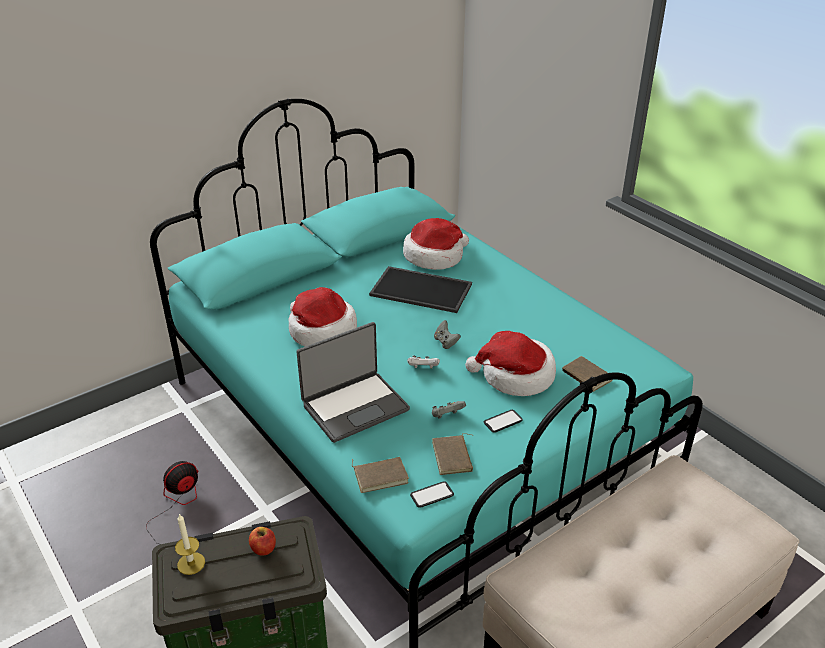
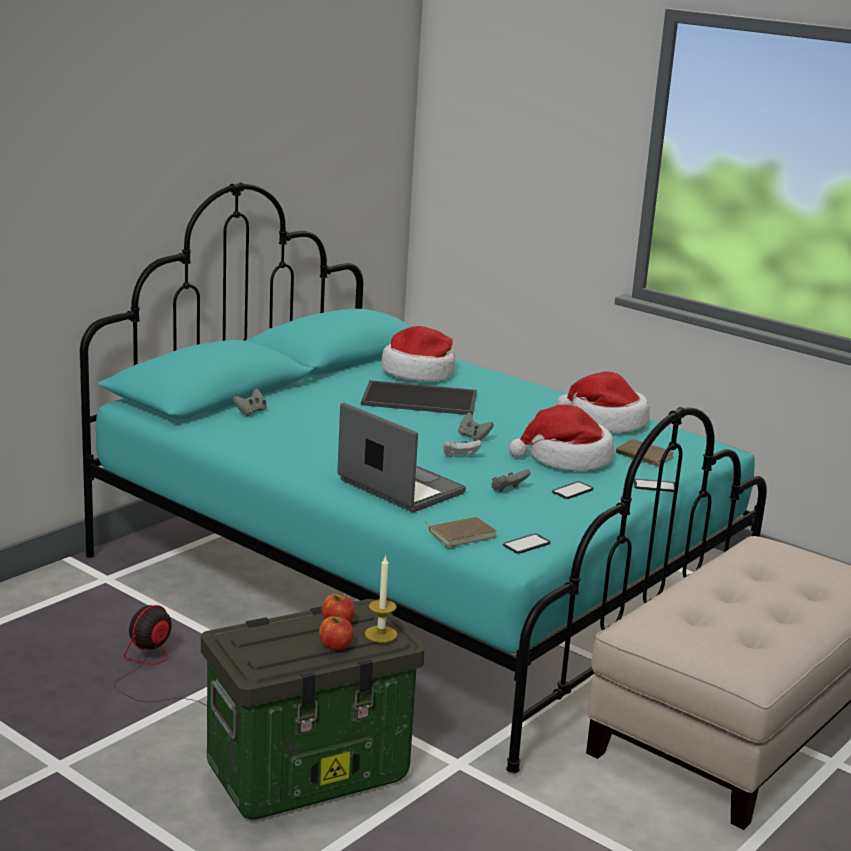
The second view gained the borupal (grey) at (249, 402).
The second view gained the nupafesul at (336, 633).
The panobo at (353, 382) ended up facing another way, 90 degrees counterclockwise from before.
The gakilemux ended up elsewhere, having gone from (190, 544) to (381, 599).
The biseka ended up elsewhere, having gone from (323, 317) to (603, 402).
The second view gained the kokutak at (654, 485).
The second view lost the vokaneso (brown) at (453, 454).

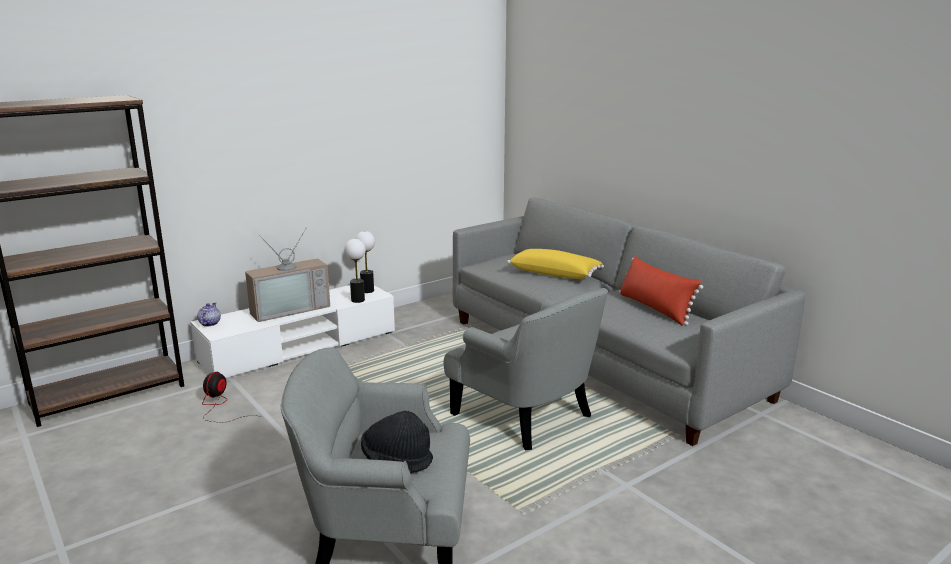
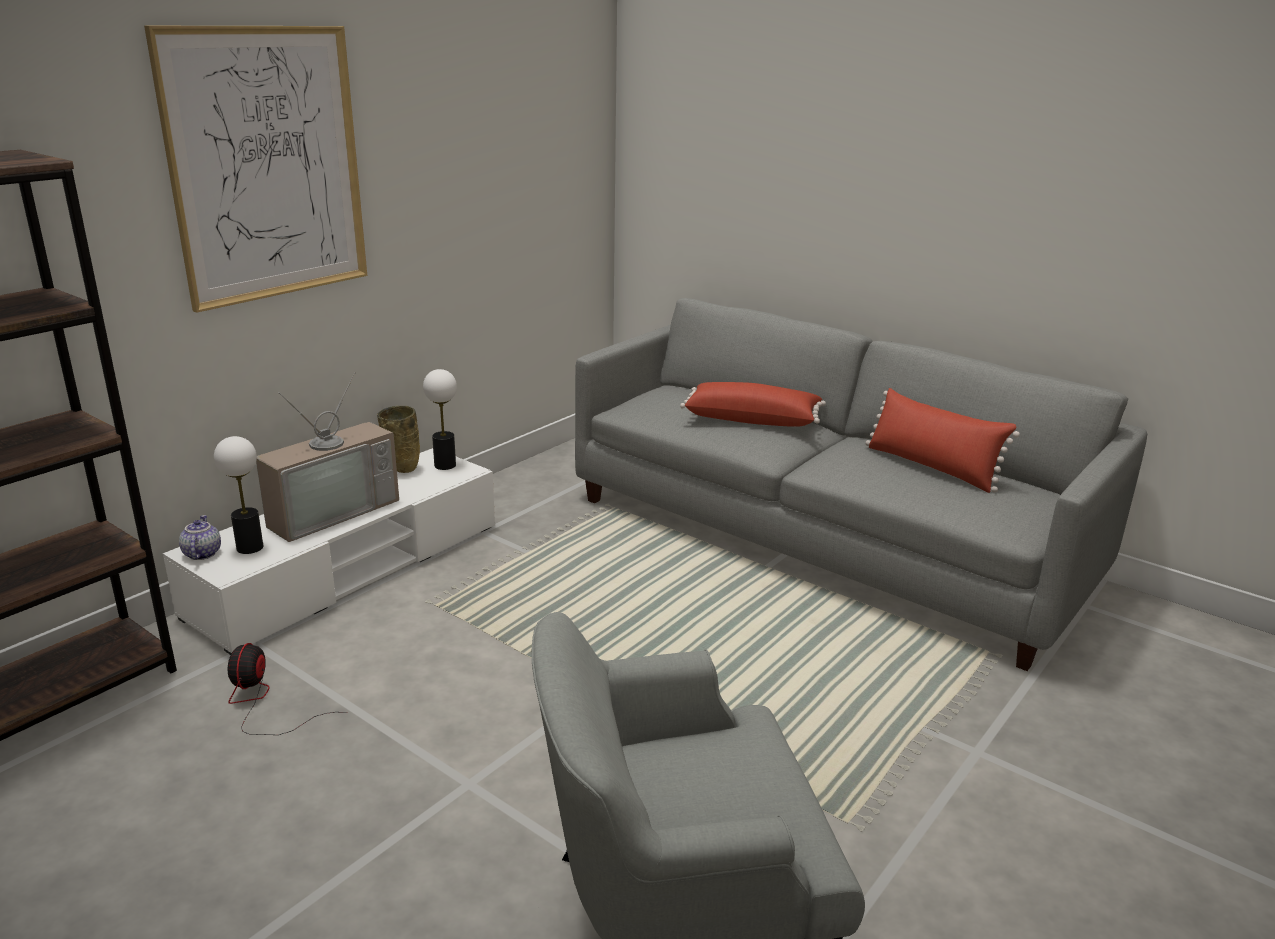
The second view gained the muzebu at (255, 169).
The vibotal ended up elsewhere, having gone from (355, 271) to (238, 495).
The second view gained the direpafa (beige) at (398, 439).
What was the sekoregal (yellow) at (555, 264) turned into the sekoregal (red) at (753, 404).
The second view lost the biseka (black) at (397, 442).
The second view lost the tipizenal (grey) at (526, 369).

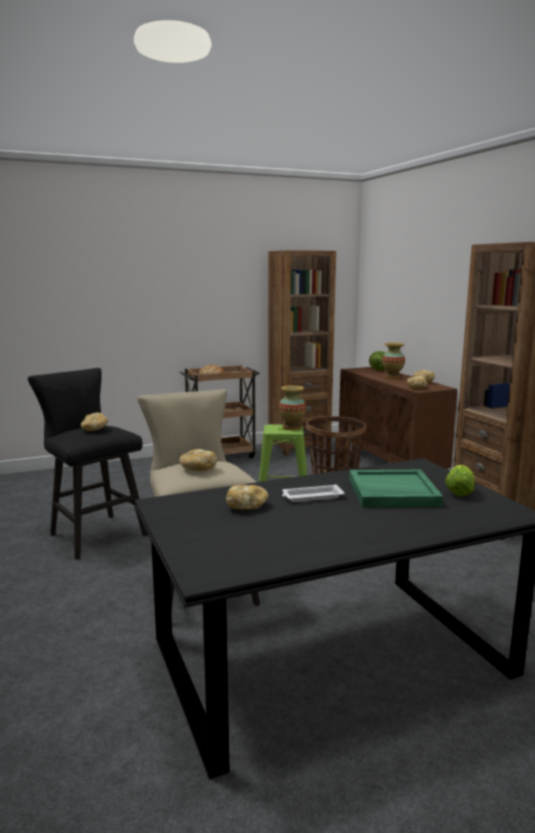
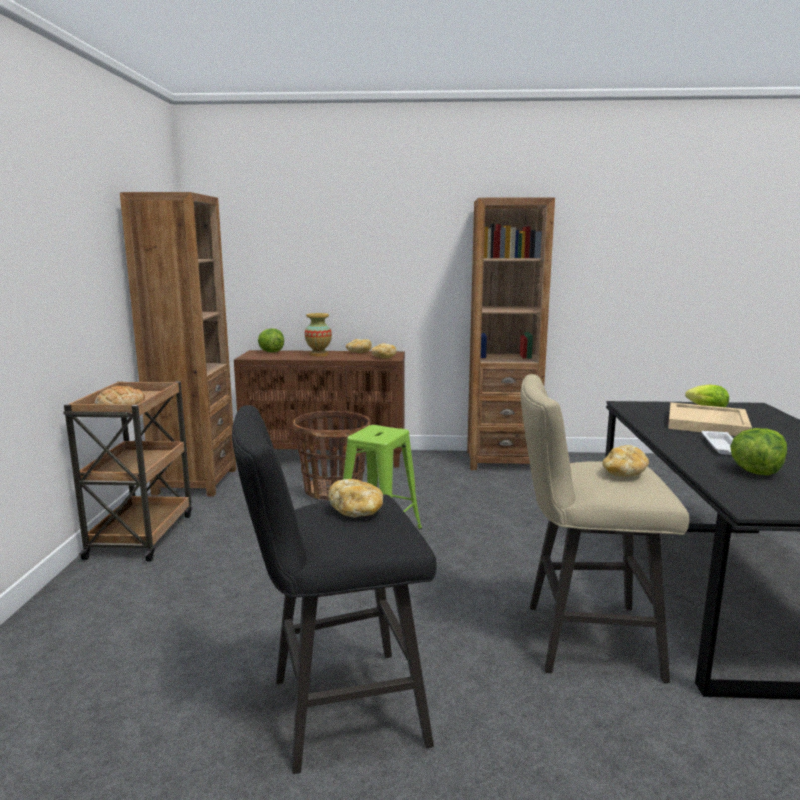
What was the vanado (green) at (396, 489) turned into the vanado (beige) at (710, 419).
Where the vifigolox stood at (247, 497), the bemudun came to stand at (758, 451).
The second view lost the direpafa at (292, 407).

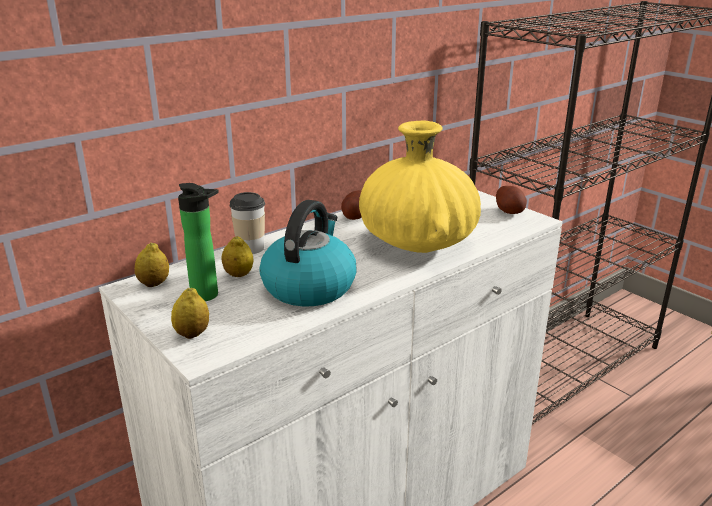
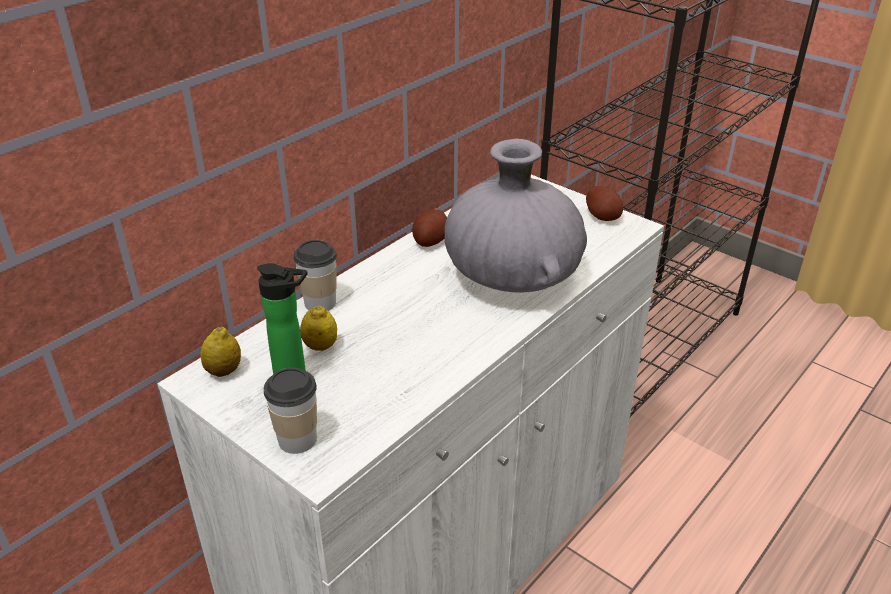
Where the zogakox stood at (190, 313), the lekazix came to stand at (290, 411).
What was the direpafa (yellow) at (420, 187) turned into the direpafa (grey) at (515, 216).
The second view lost the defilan at (308, 253).

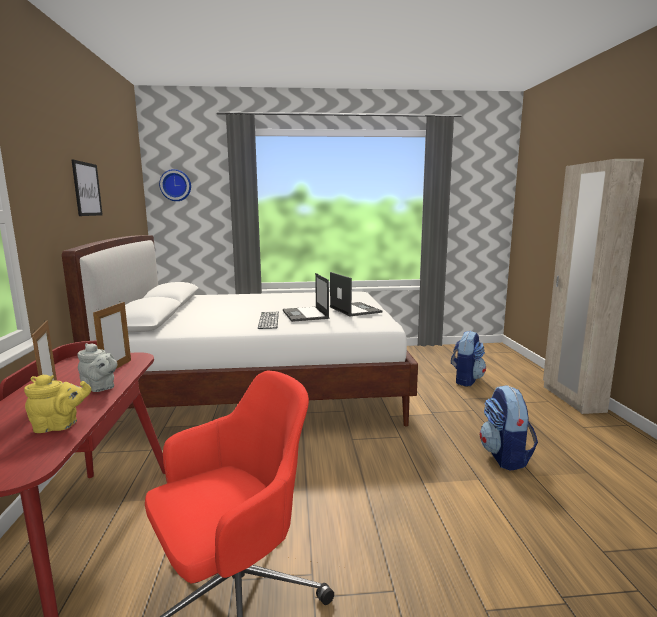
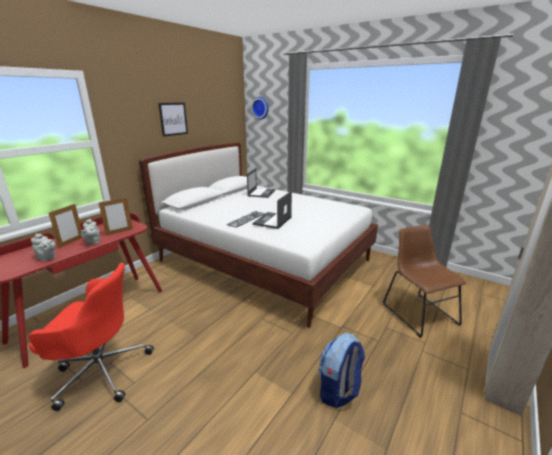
What was the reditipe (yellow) at (57, 404) turned into the reditipe (grey) at (43, 247).
The panobo ended up elsewhere, having gone from (356, 294) to (261, 183).
Where the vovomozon stood at (468, 358), the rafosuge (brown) came to stand at (424, 281).

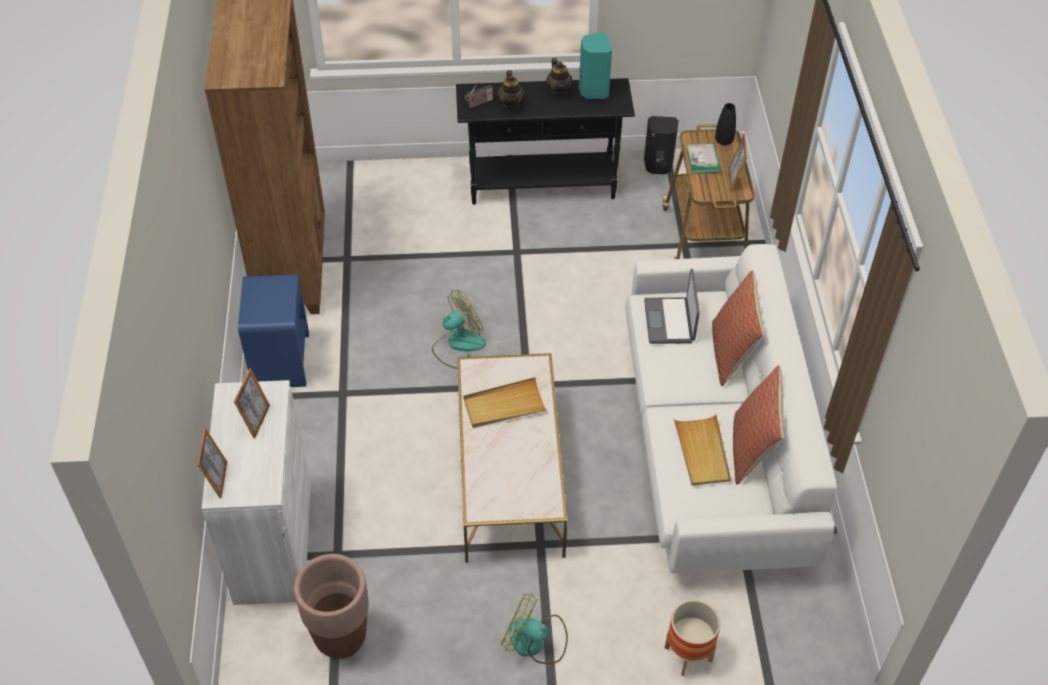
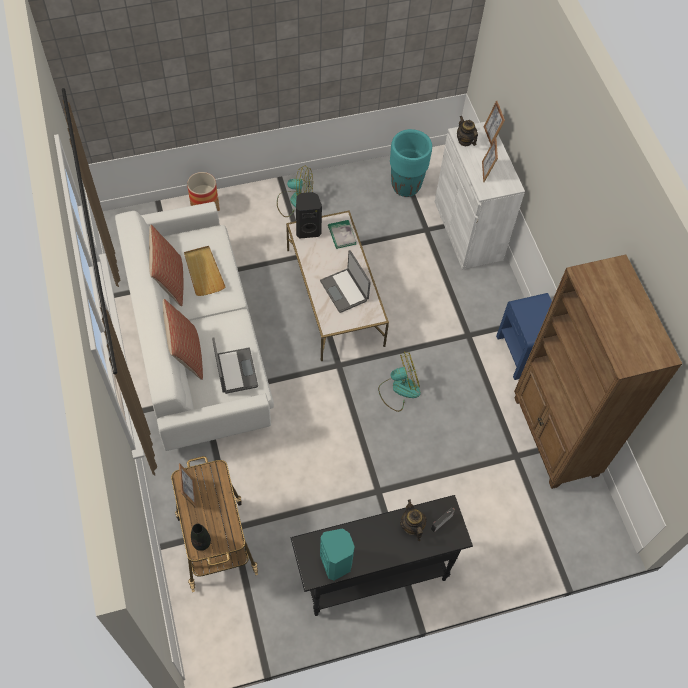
The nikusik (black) ended up elsewhere, having gone from (661, 145) to (309, 215).
Where the vanado (beige) stood at (505, 402), the panobo came to stand at (345, 281).
The vokaneso ended up elsewhere, having gone from (703, 158) to (342, 234).
The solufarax at (459, 329) ended up facing another way, 150 degrees counterclockwise from before.
What was the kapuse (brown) at (331, 606) turned into the kapuse (turquoise) at (411, 163).
The reditipe ended up elsewhere, having gone from (559, 77) to (467, 131).

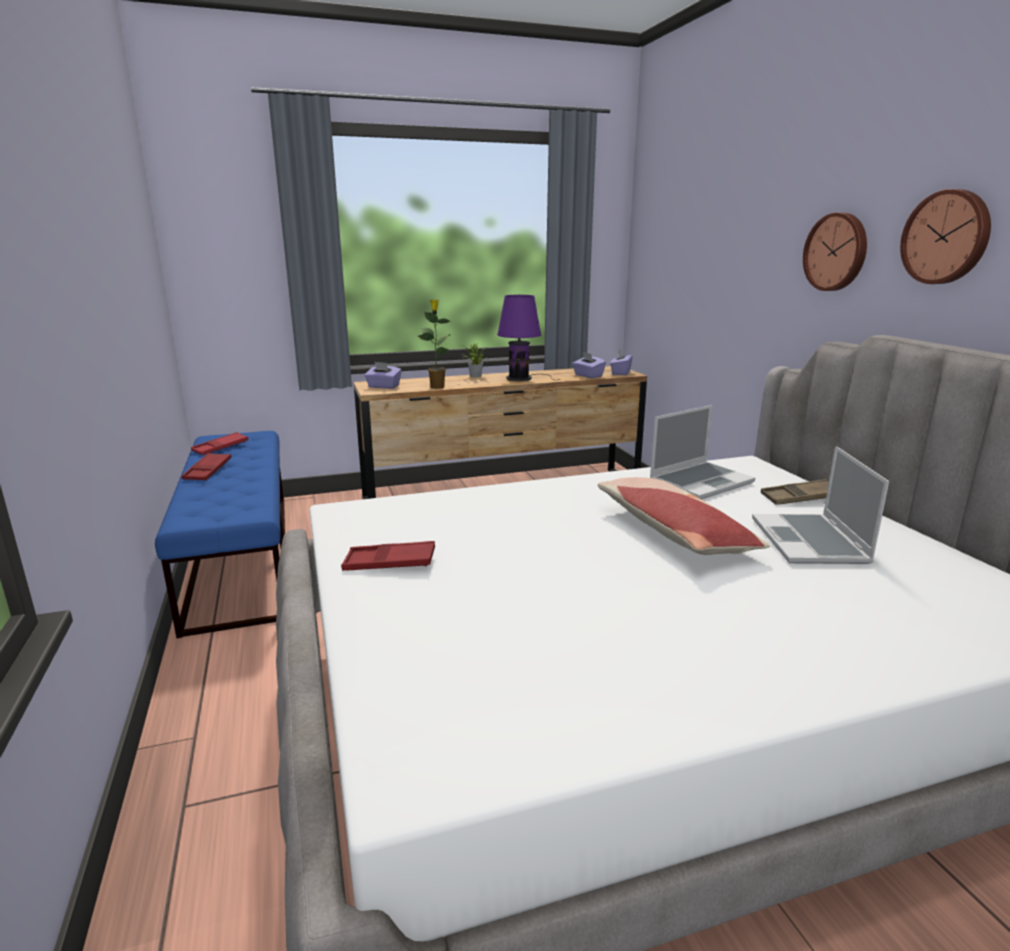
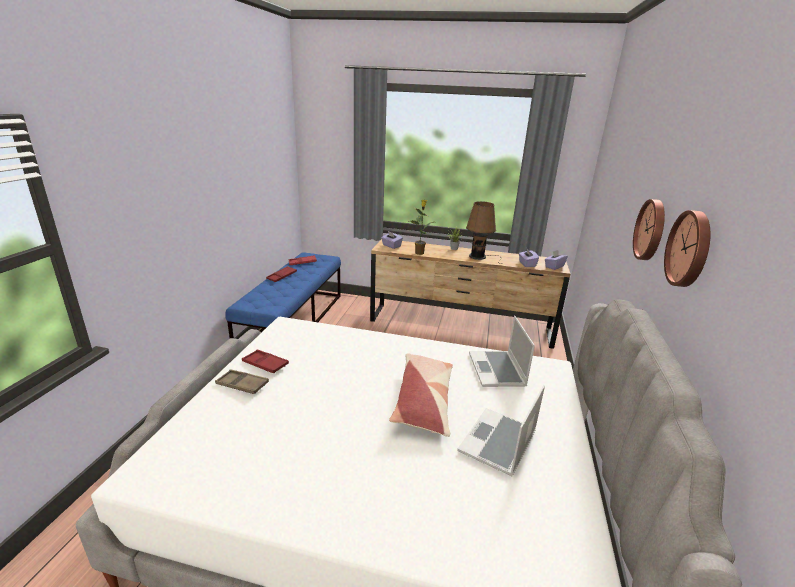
The vanado (brown) ended up elsewhere, having gone from (795, 492) to (242, 381).
What was the vibotal (purple) at (528, 338) turned into the vibotal (brown) at (484, 232).
The panobo at (702, 452) ended up facing another way, 90 degrees clockwise from before.

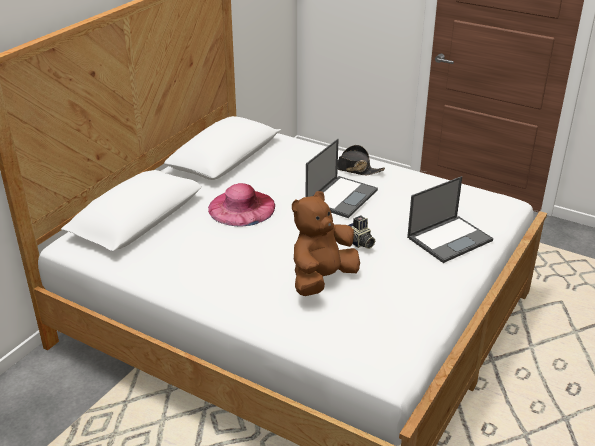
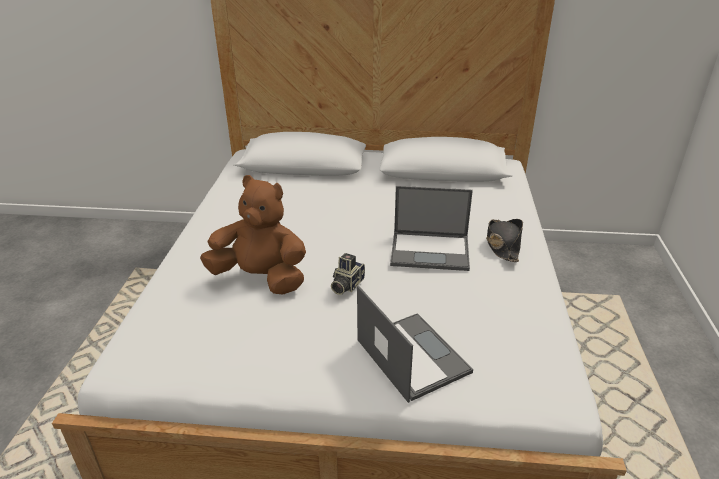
The panobo at (450, 219) ended up facing another way, 150 degrees counterclockwise from before.
The second view lost the biseka (pink) at (241, 204).

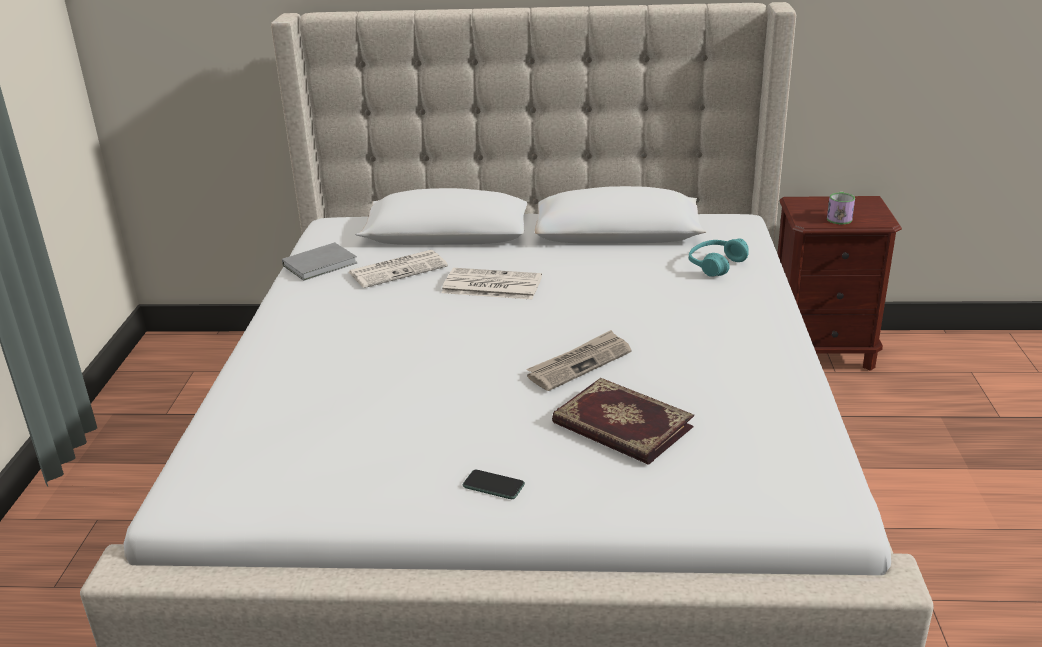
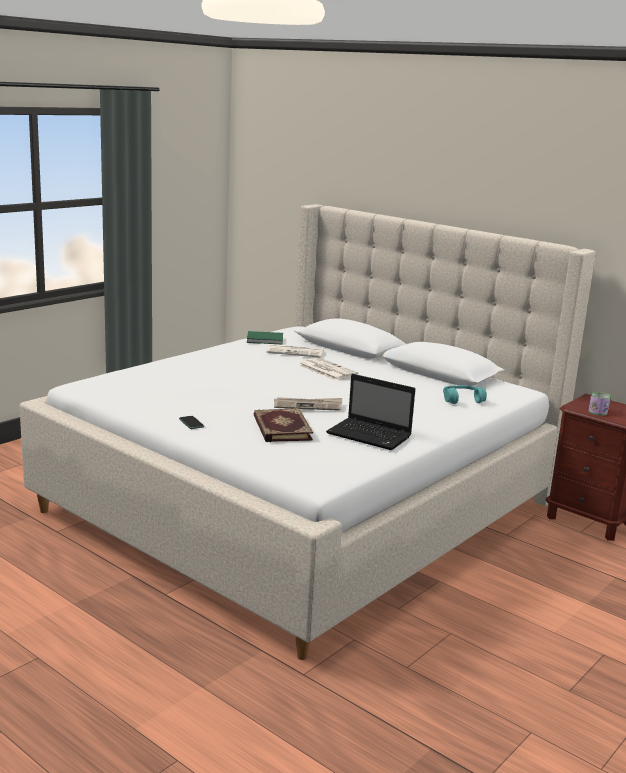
What was the vokaneso (grey) at (319, 261) turned into the vokaneso (green) at (265, 337).
The second view gained the panobo at (370, 412).

